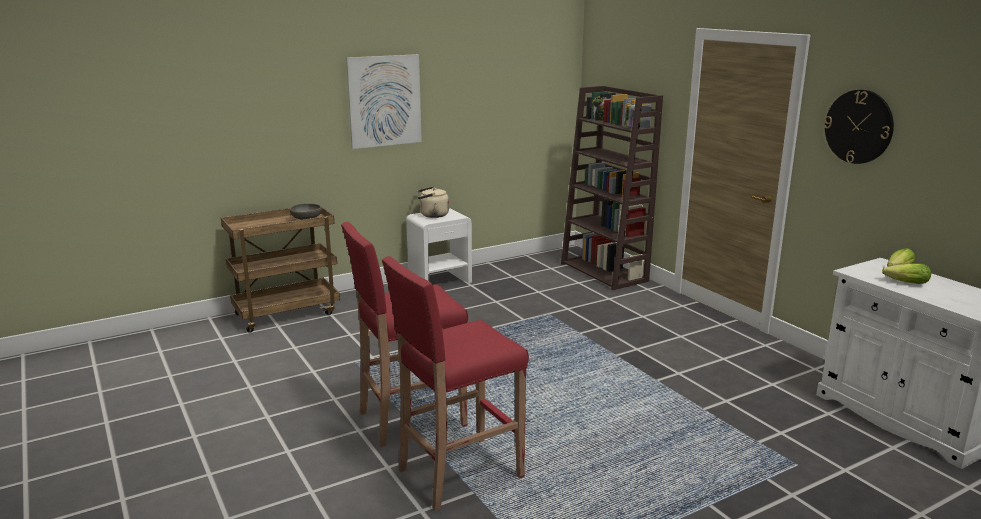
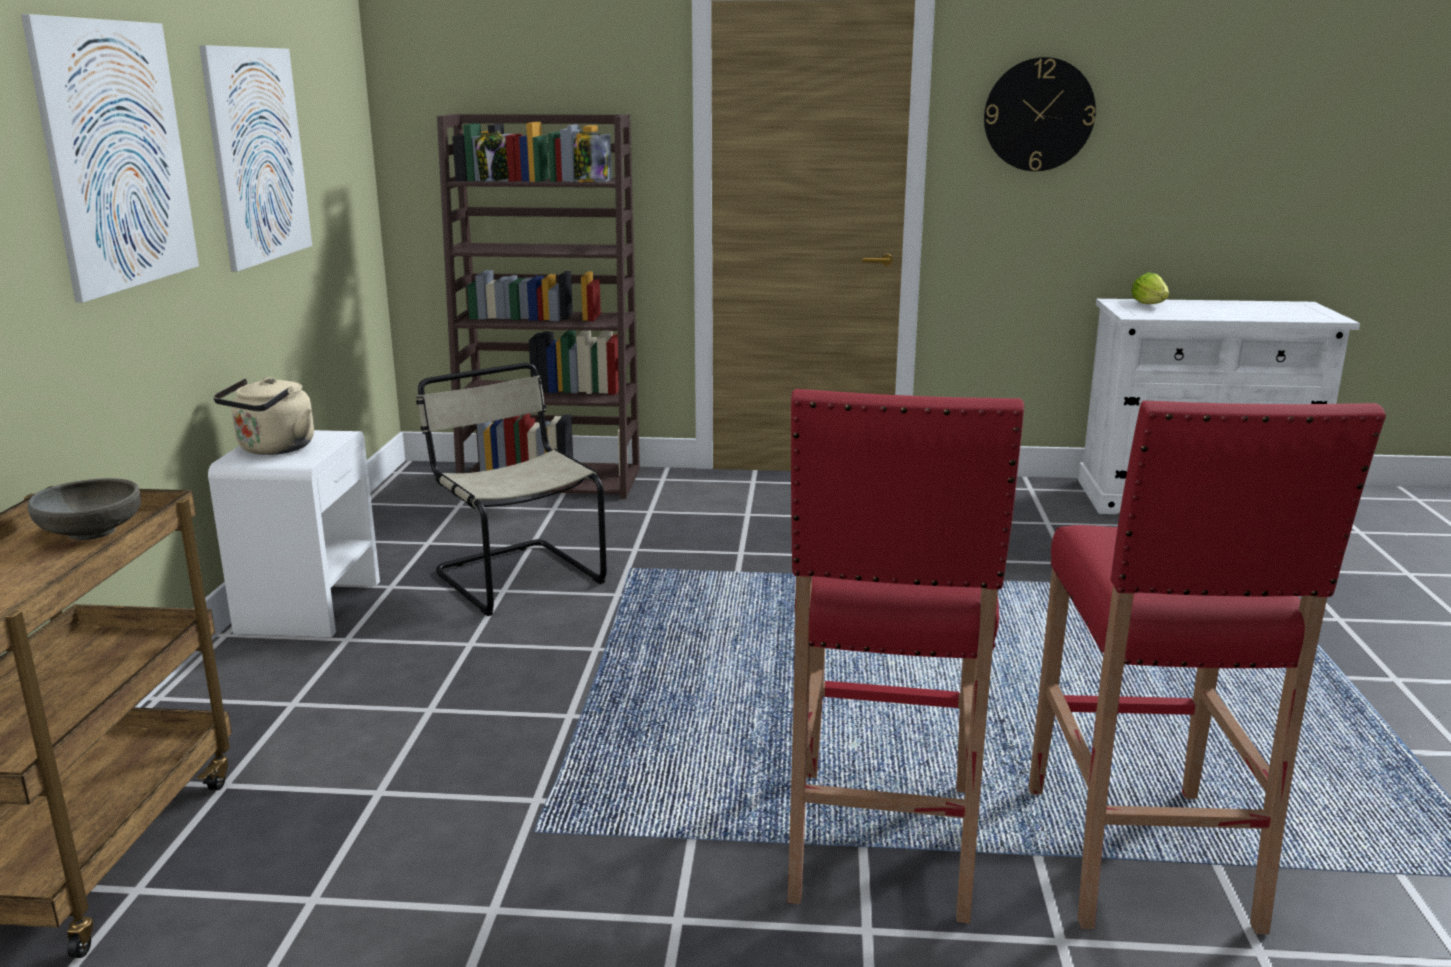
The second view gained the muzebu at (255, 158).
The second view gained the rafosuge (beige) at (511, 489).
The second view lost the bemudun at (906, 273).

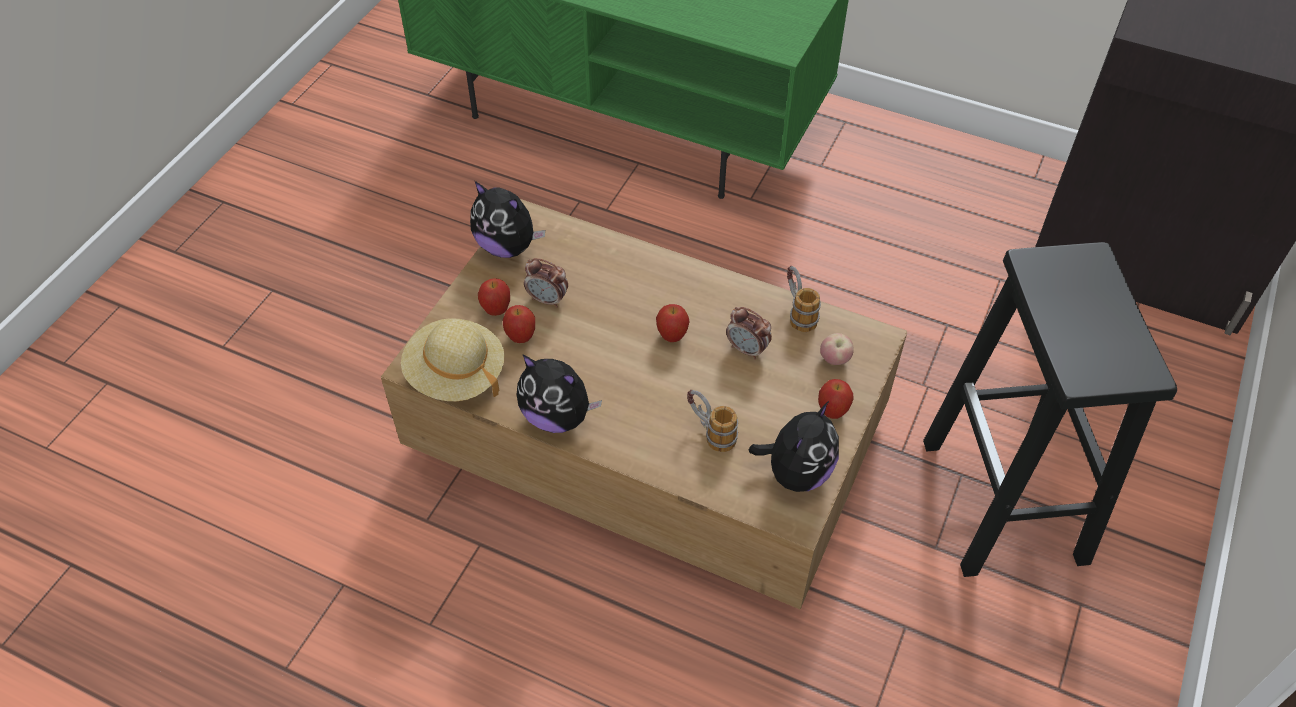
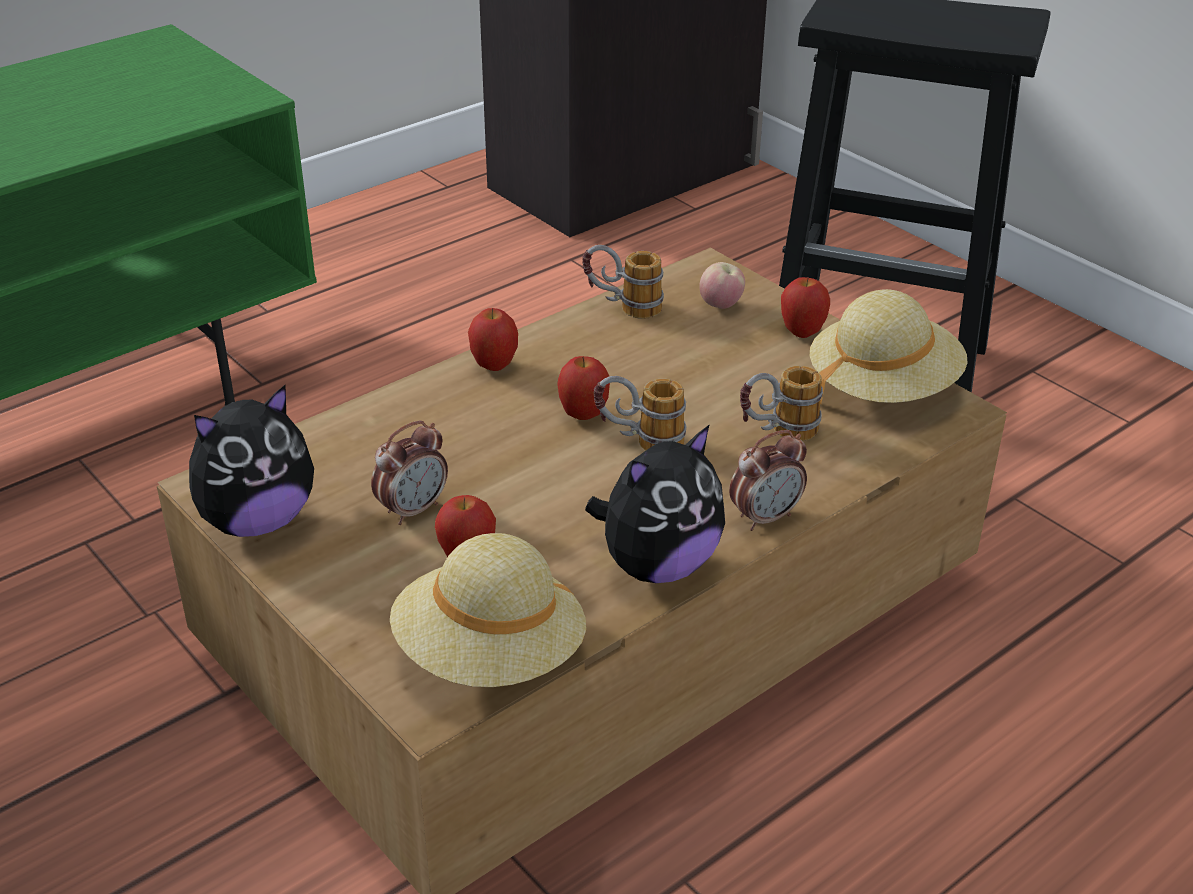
The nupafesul ended up elsewhere, having gone from (494, 297) to (493, 339).
The second view gained the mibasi at (640, 413).
The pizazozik ended up elsewhere, having gone from (749, 333) to (768, 480).
Where the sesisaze stood at (794, 446), the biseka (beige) came to stand at (888, 346).

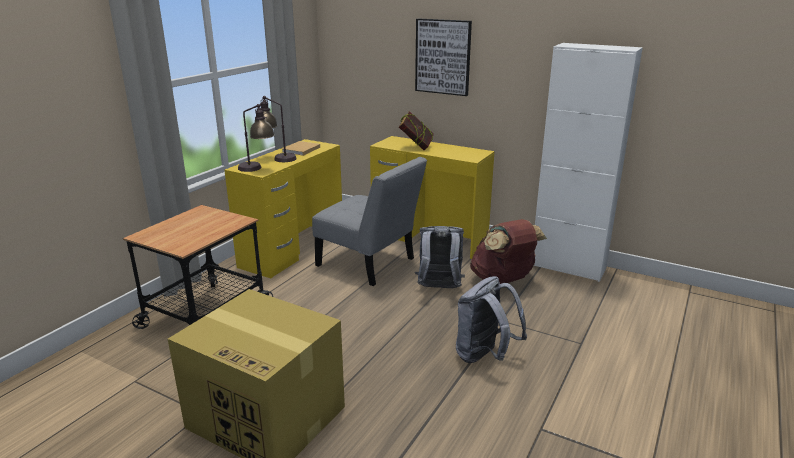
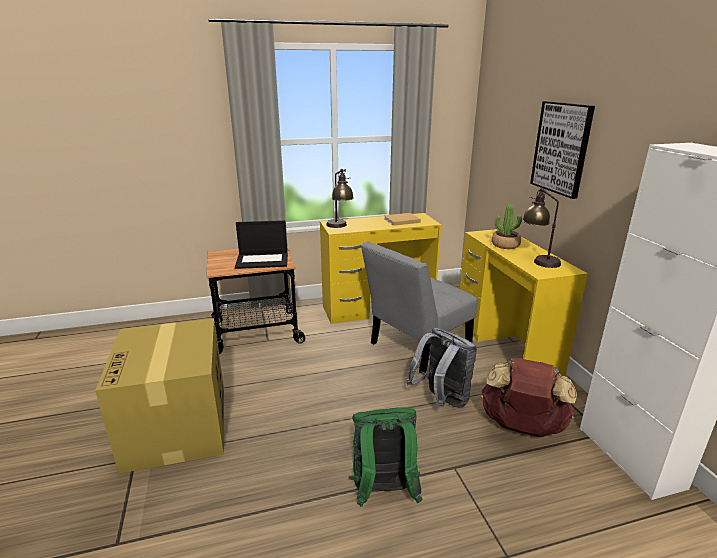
The second view gained the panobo at (261, 244).
What was the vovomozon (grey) at (491, 319) turned into the vovomozon (green) at (386, 457).
The rafosuge (grey) at (369, 221) ended up facing another way, 60 degrees clockwise from before.
Where the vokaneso stood at (416, 130), the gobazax came to stand at (507, 226).
The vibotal ended up elsewhere, having gone from (276, 129) to (541, 228).

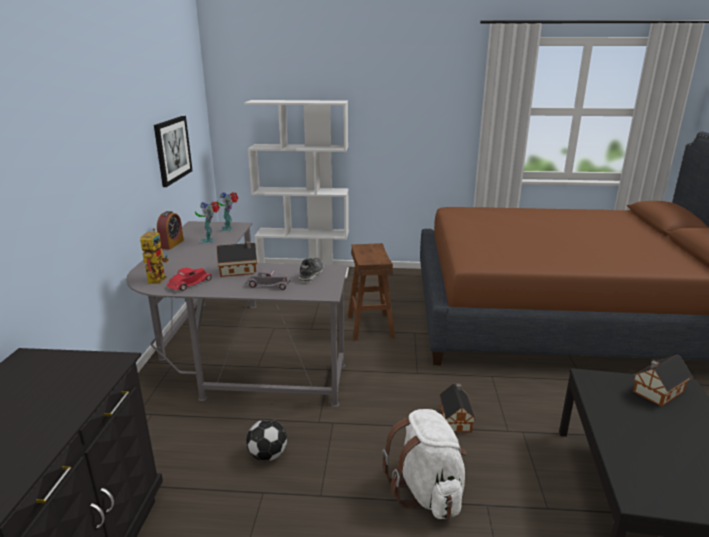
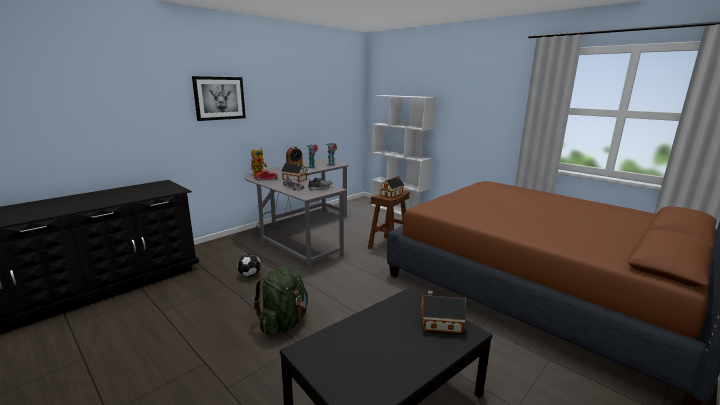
The muzebu ended up elsewhere, having gone from (173, 151) to (219, 98).
What was the vovomozon (white) at (424, 464) turned into the vovomozon (green) at (280, 301).
The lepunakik ended up elsewhere, having gone from (457, 408) to (391, 187).

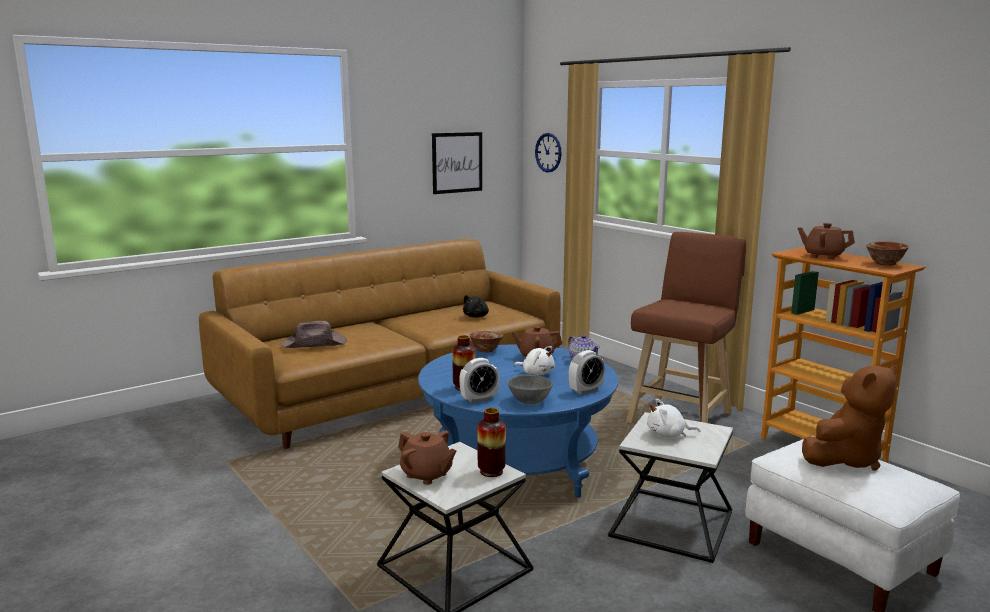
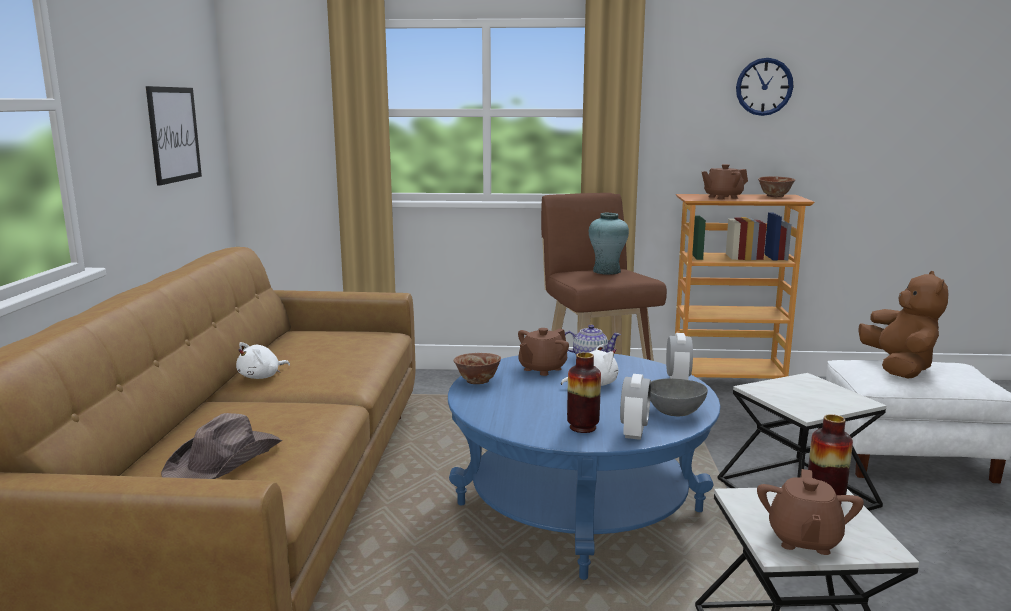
The sesisaze (white) ended up elsewhere, having gone from (673, 418) to (263, 360).
The second view gained the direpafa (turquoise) at (609, 244).
The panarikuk ended up elsewhere, having gone from (548, 153) to (764, 87).
The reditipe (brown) at (427, 457) ended up facing another way, 120 degrees clockwise from before.
The second view lost the sesisaze (black) at (476, 306).

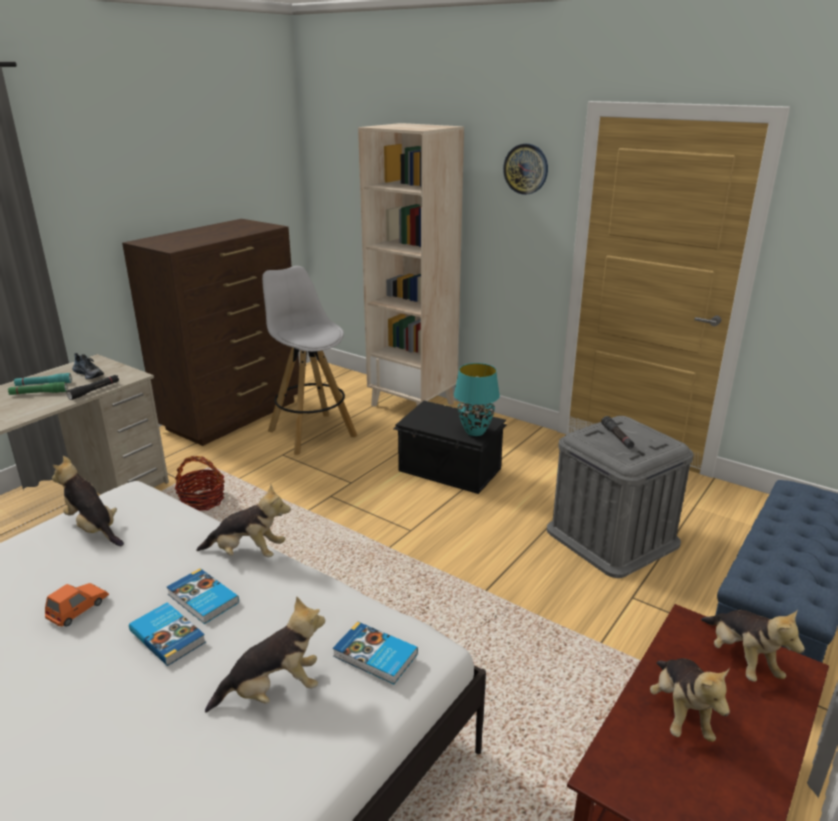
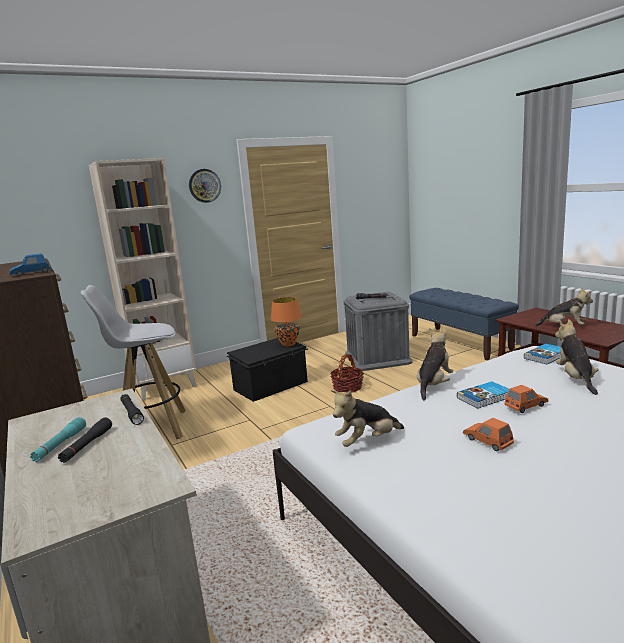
The second view gained the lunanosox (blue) at (30, 264).
What was the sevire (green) at (37, 388) turned into the sevire (black) at (85, 440).
What was the vibotal (turquoise) at (477, 399) turned into the vibotal (orange) at (286, 322).
The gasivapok ended up elsewhere, having gone from (200, 483) to (347, 373).
Where the vokaneso stood at (167, 634), the lunanosox (orange) came to stand at (526, 399).
The second view lost the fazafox at (88, 366).
The second view lost the sesisaze at (753, 645).

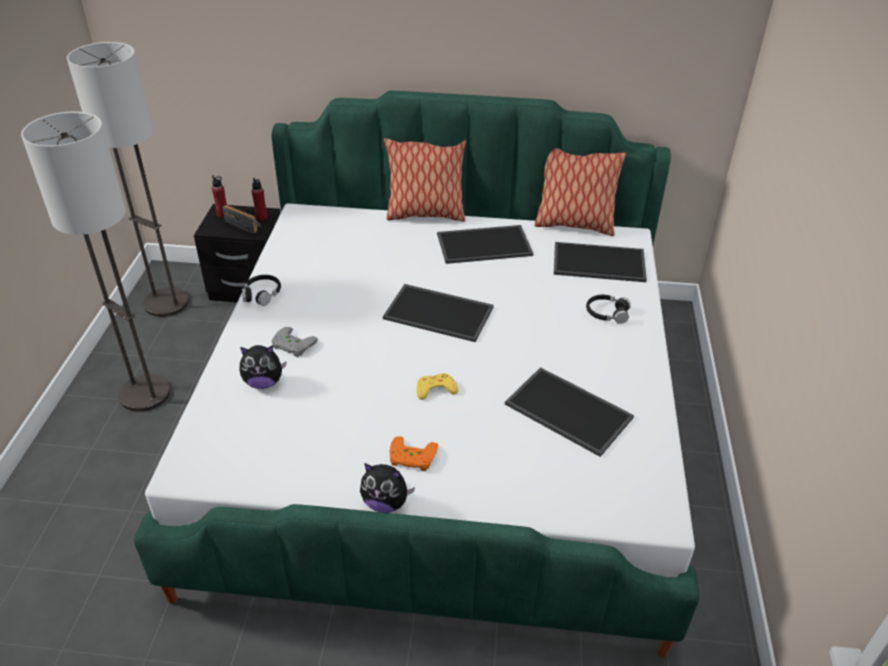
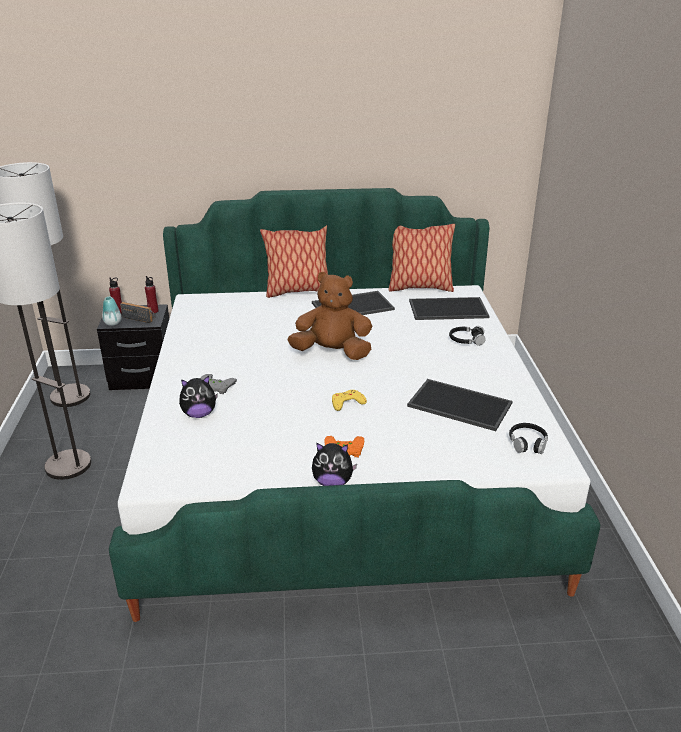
The second view gained the direpafa at (111, 311).
Where the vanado stood at (438, 313), the sesisaze (brown) came to stand at (329, 316).
The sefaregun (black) ended up elsewhere, having gone from (261, 290) to (528, 438).

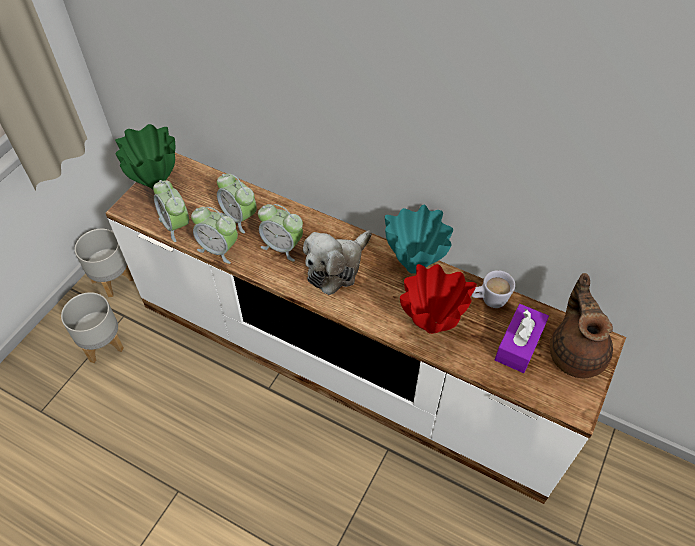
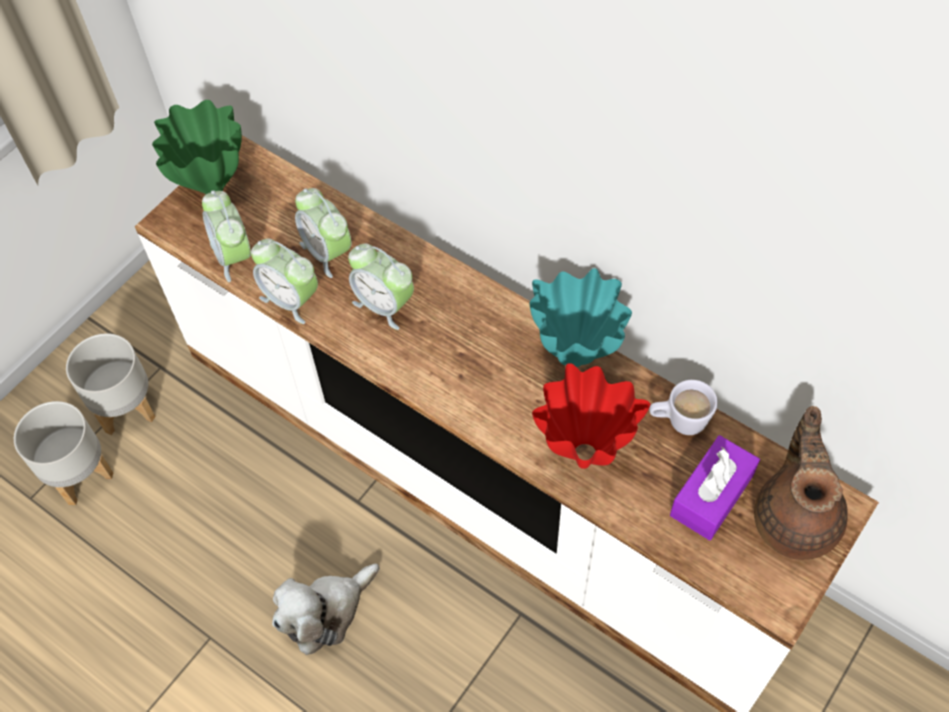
The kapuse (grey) ended up elsewhere, having gone from (104, 263) to (63, 453).
The sesisaze ended up elsewhere, having gone from (337, 262) to (326, 609).

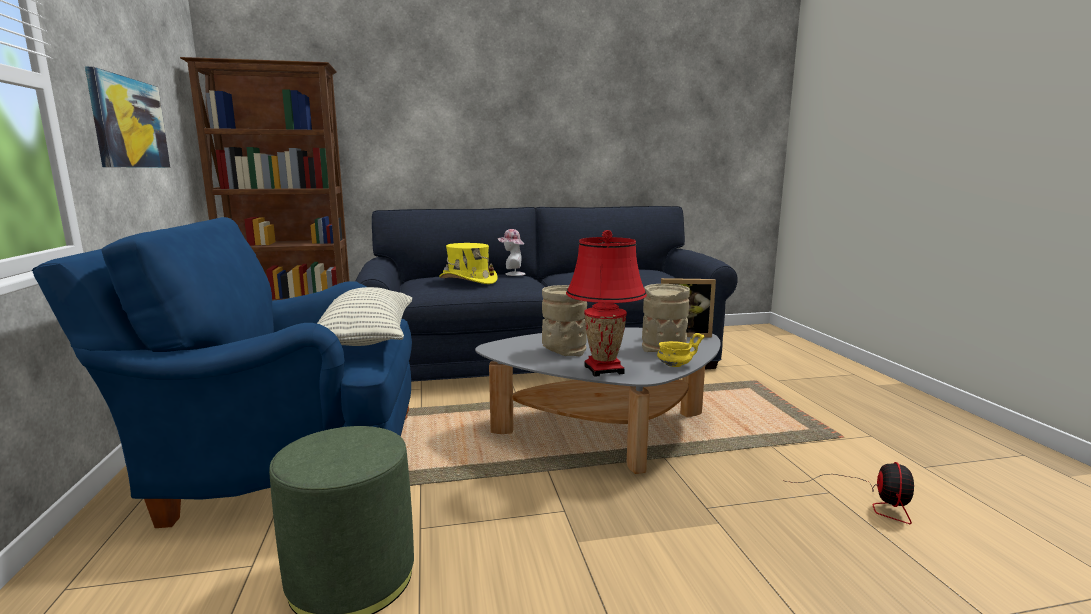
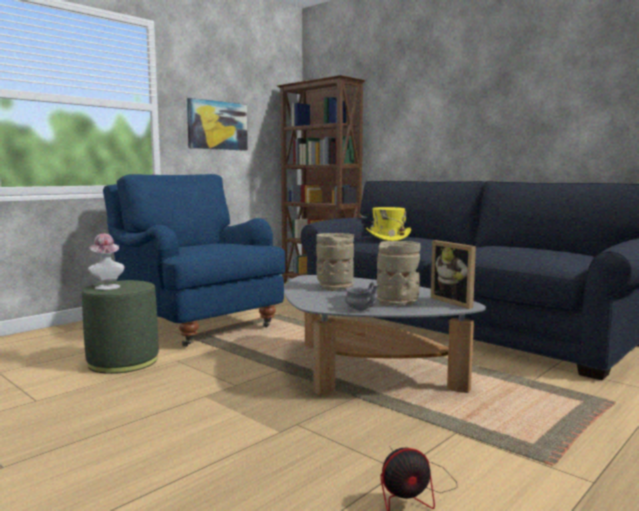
The biseka ended up elsewhere, having gone from (511, 252) to (106, 262).
What was the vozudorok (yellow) at (681, 350) turned into the vozudorok (grey) at (362, 296).
The second view lost the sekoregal at (364, 316).
The second view lost the vibotal (red) at (606, 303).

